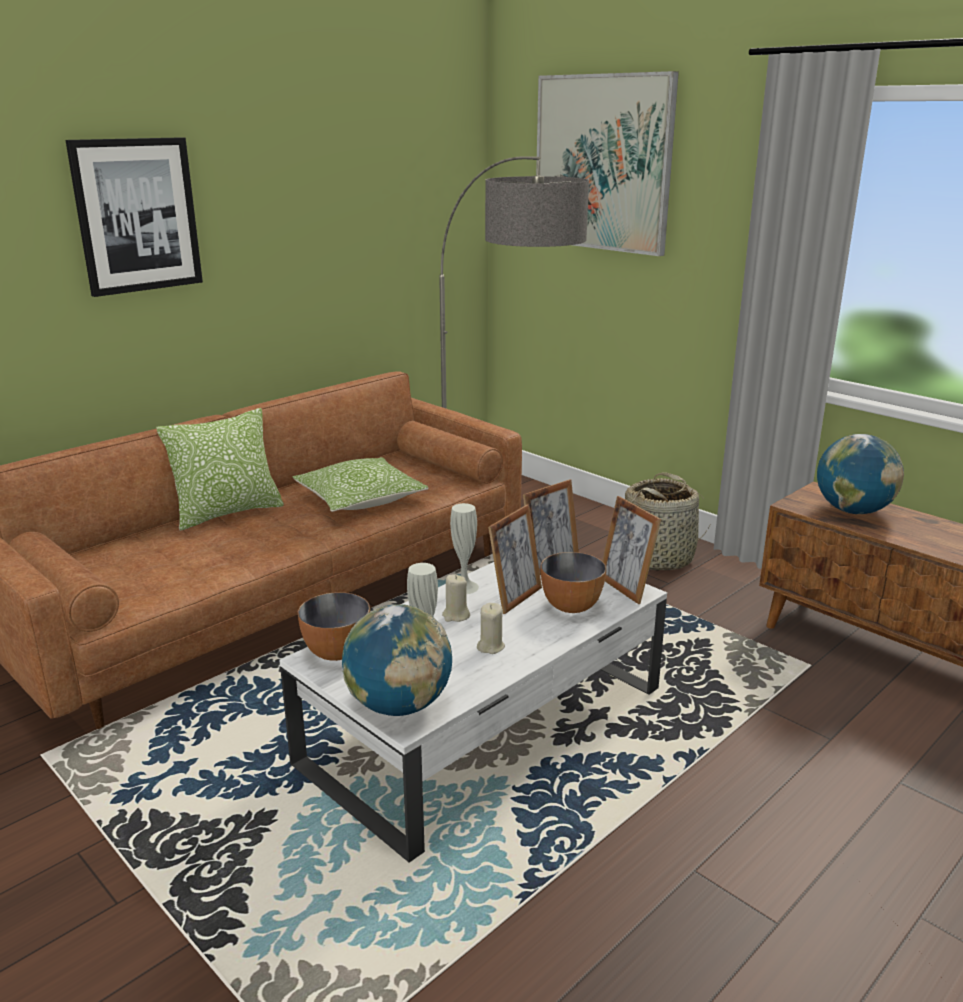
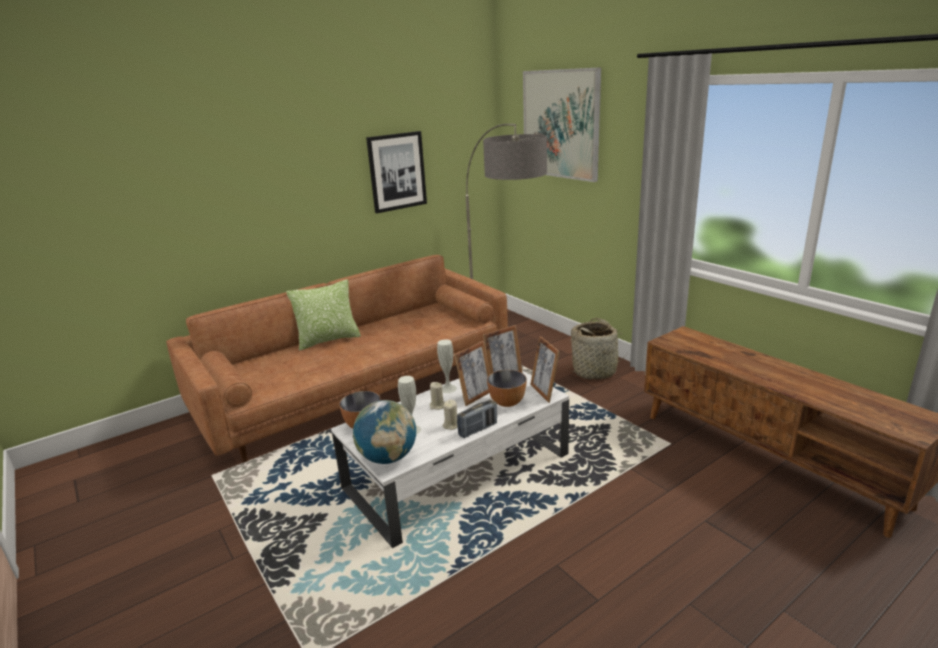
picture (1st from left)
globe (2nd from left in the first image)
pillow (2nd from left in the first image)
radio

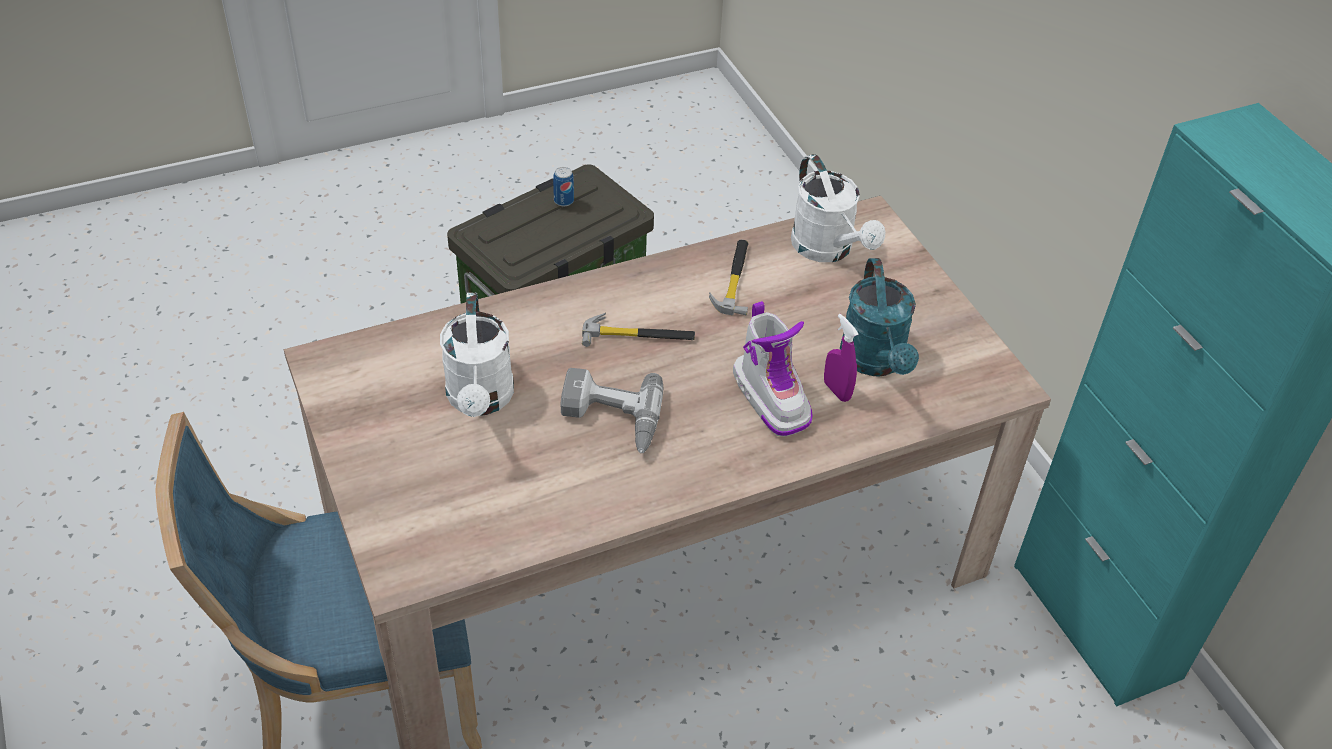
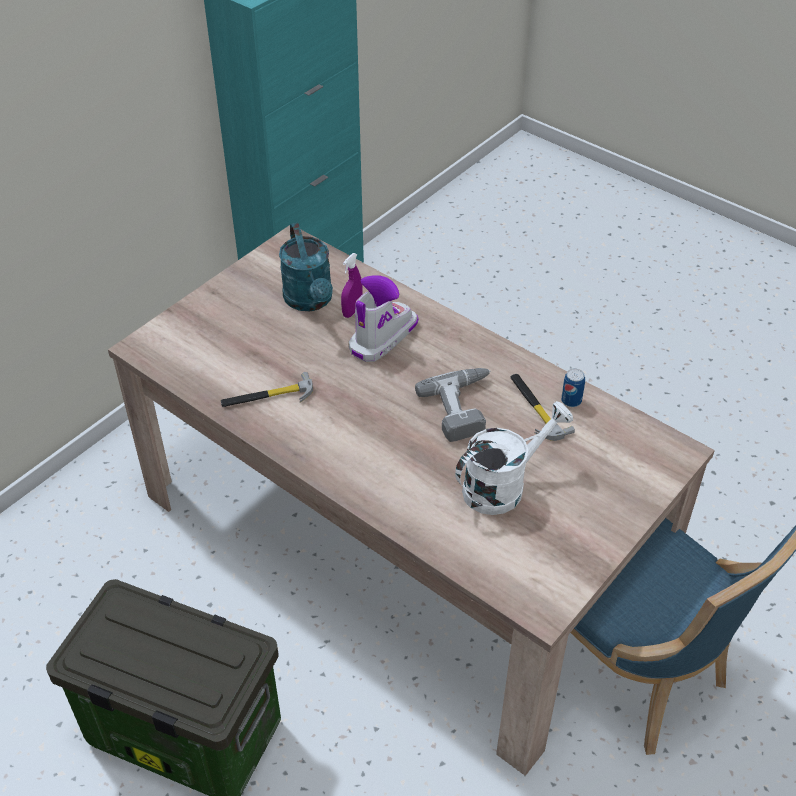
white_watering_can (2nd from left in the first image)
can
turquoise_watering_can
hammer (2nd from left)

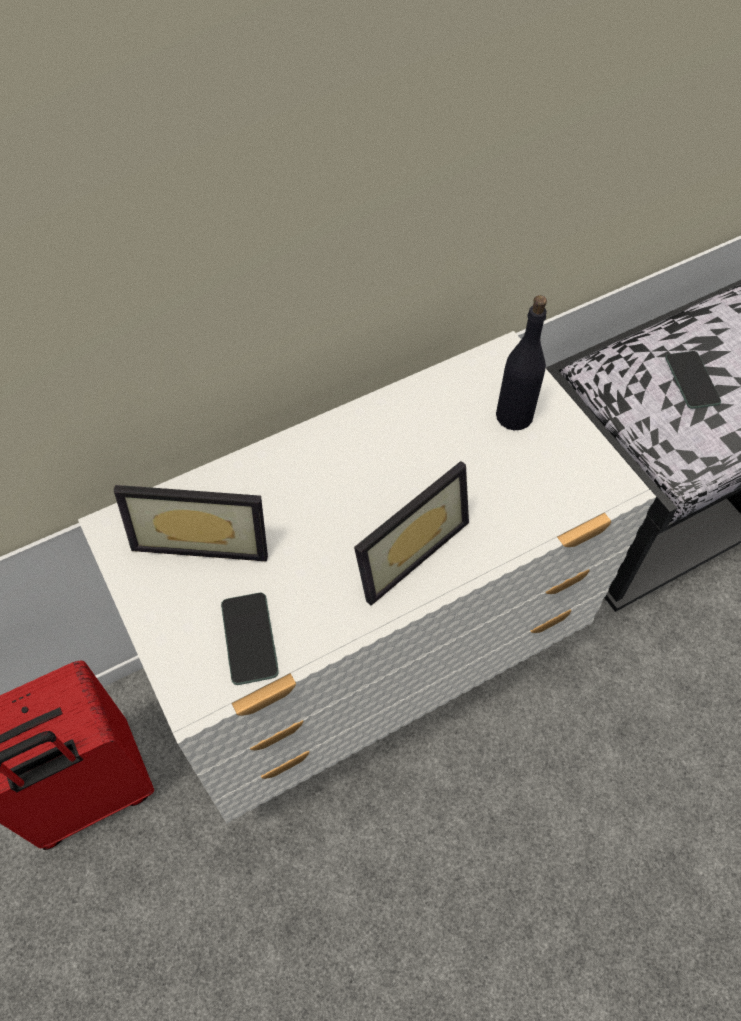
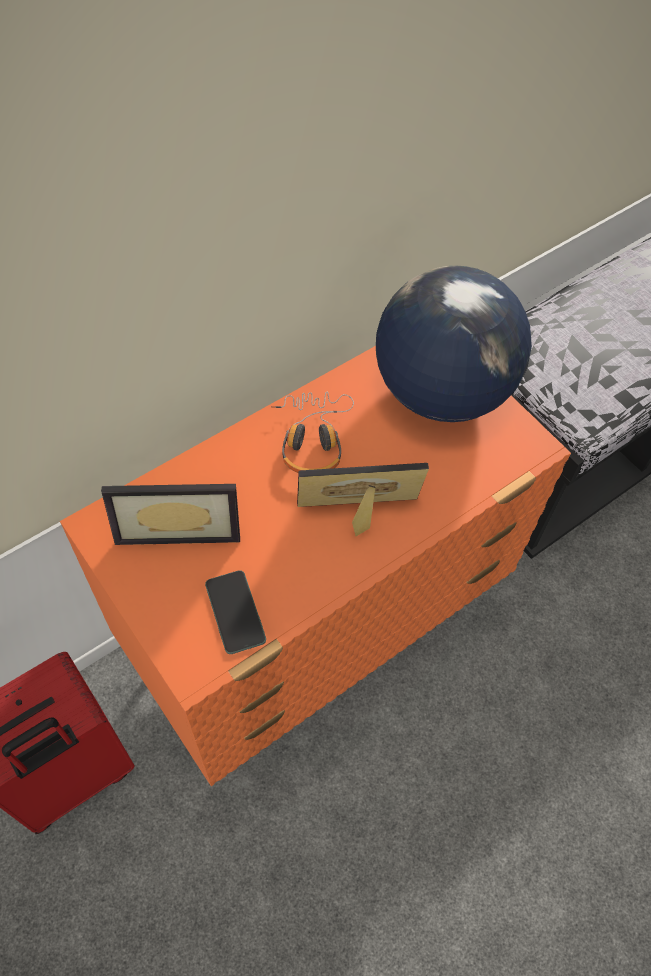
globe
orange_dresser
phone (2nd from left in the first image)
picture_frame (2nd from left)
headphones

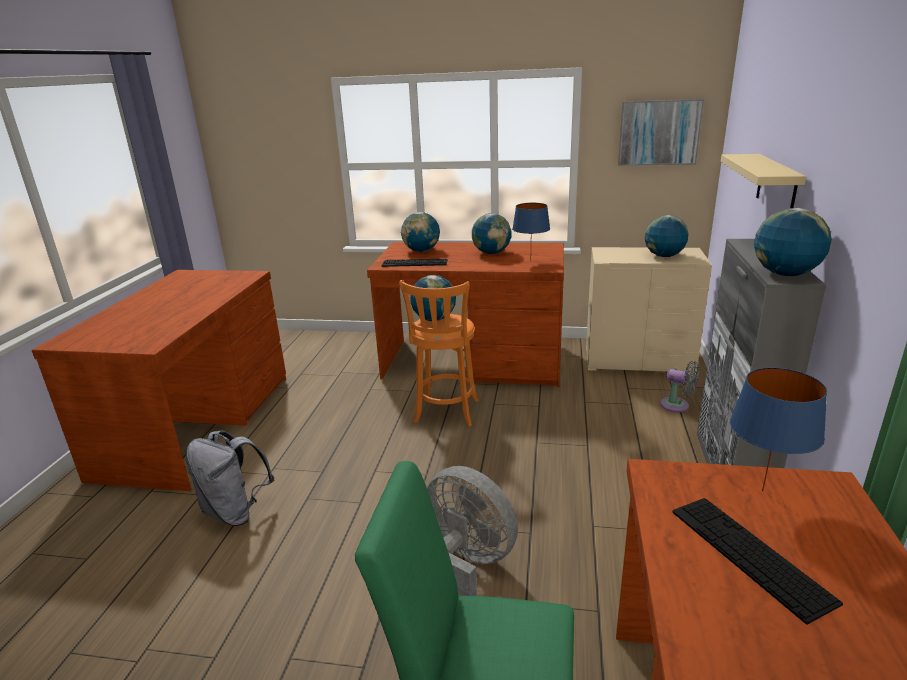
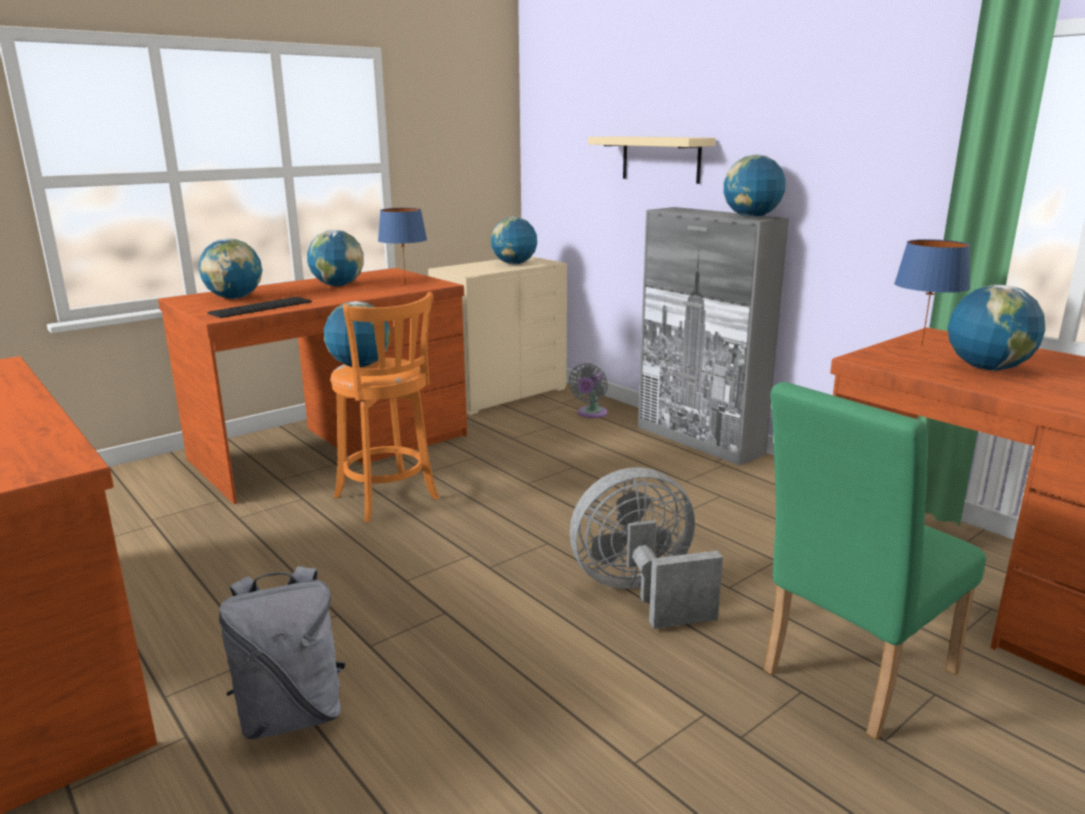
picture
grey_fan (1st from left)
globe (6th from left)

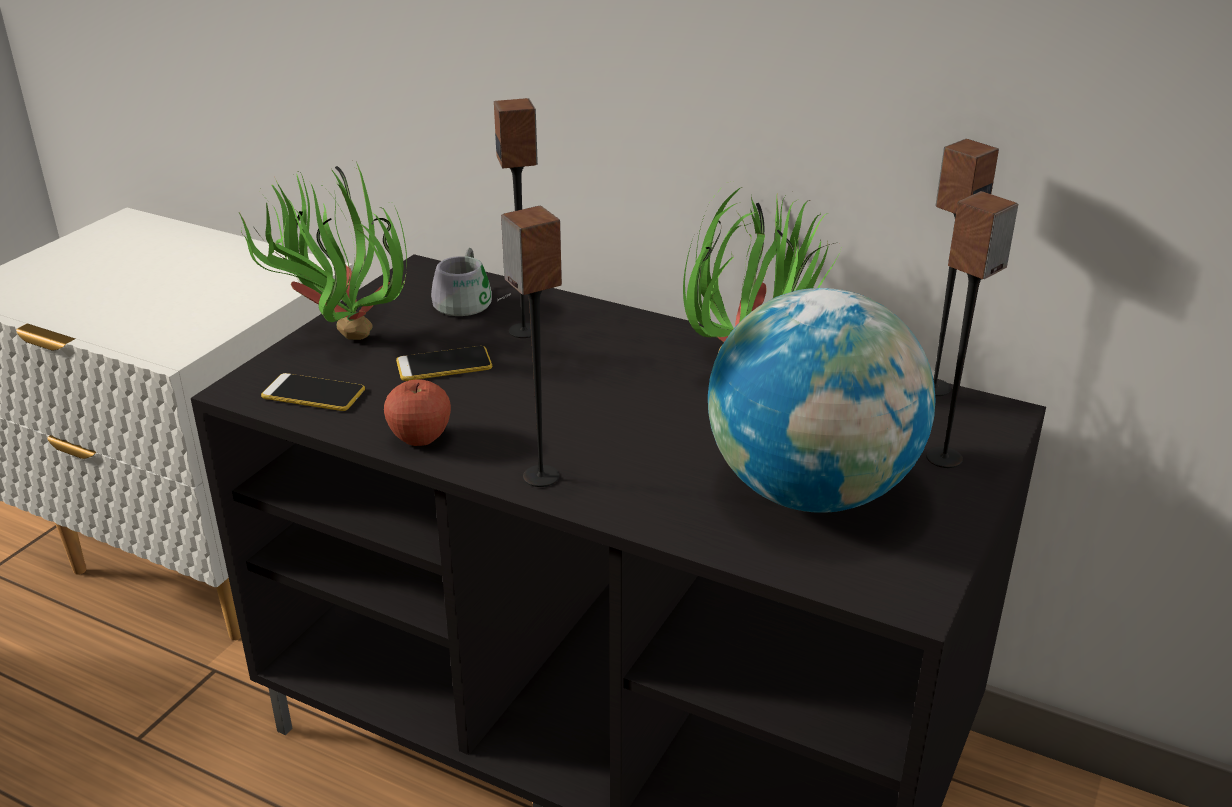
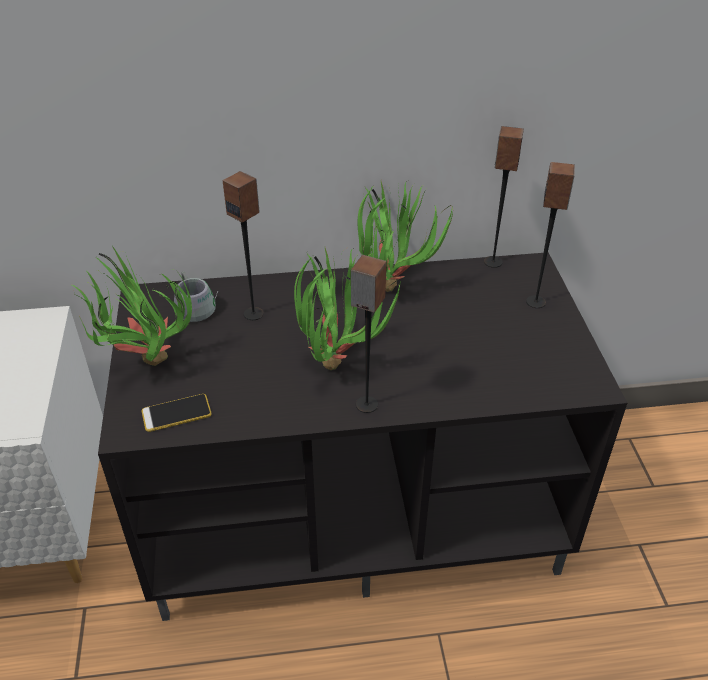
globe
phone (2nd from left in the first image)
apple
potted_plant (2nd from left)

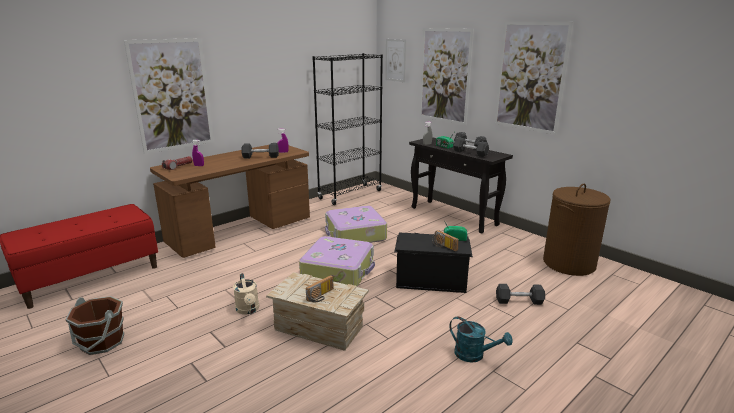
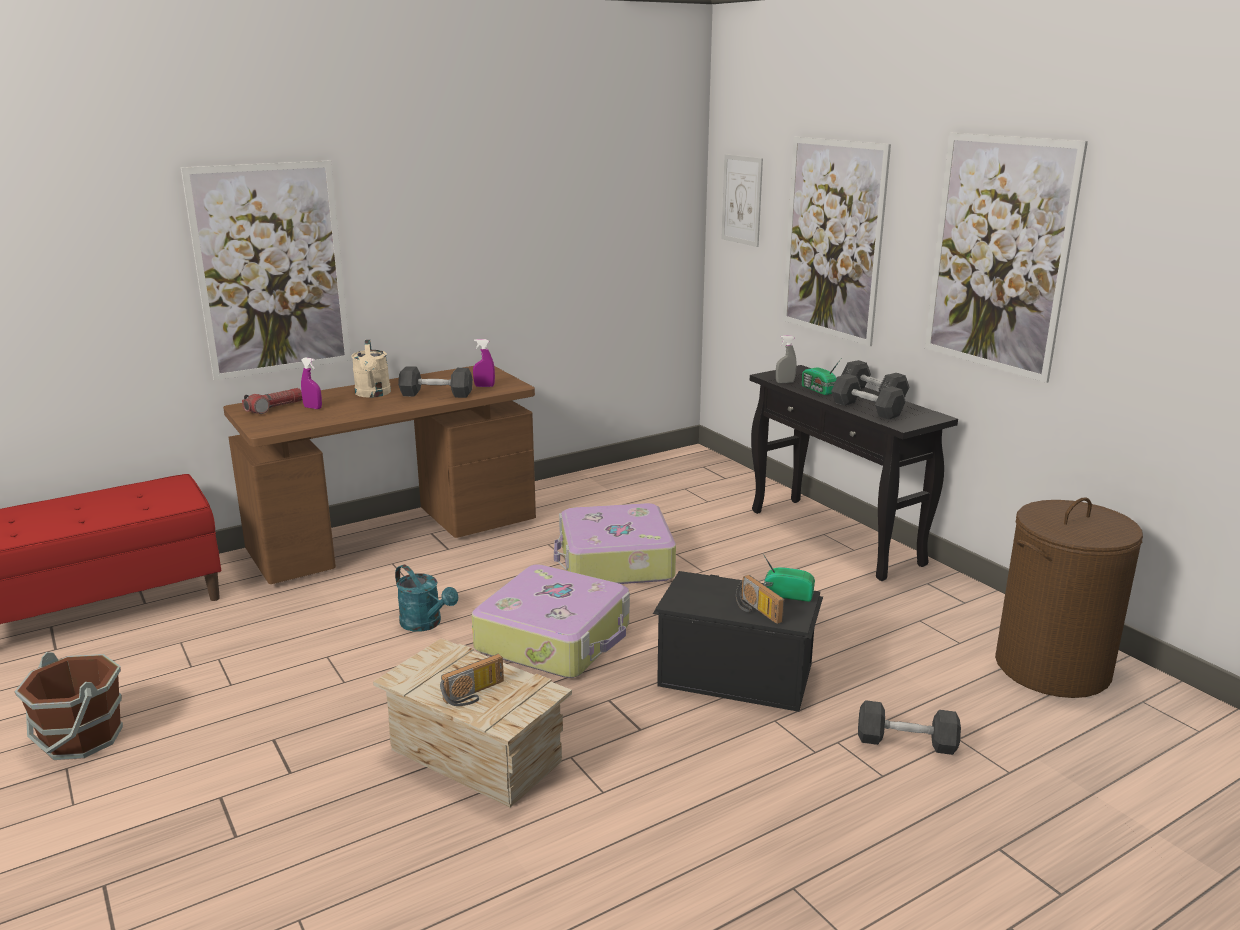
black_bookcase
beige_watering_can
turquoise_watering_can

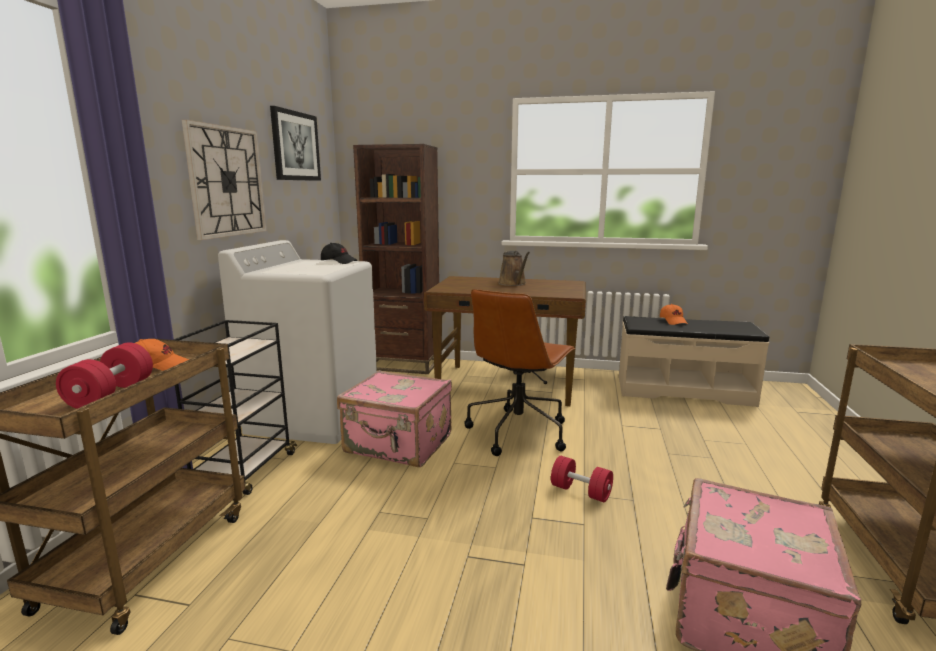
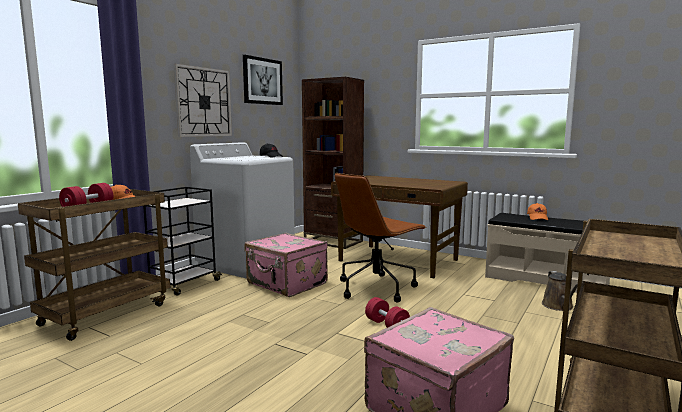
brown_watering_can

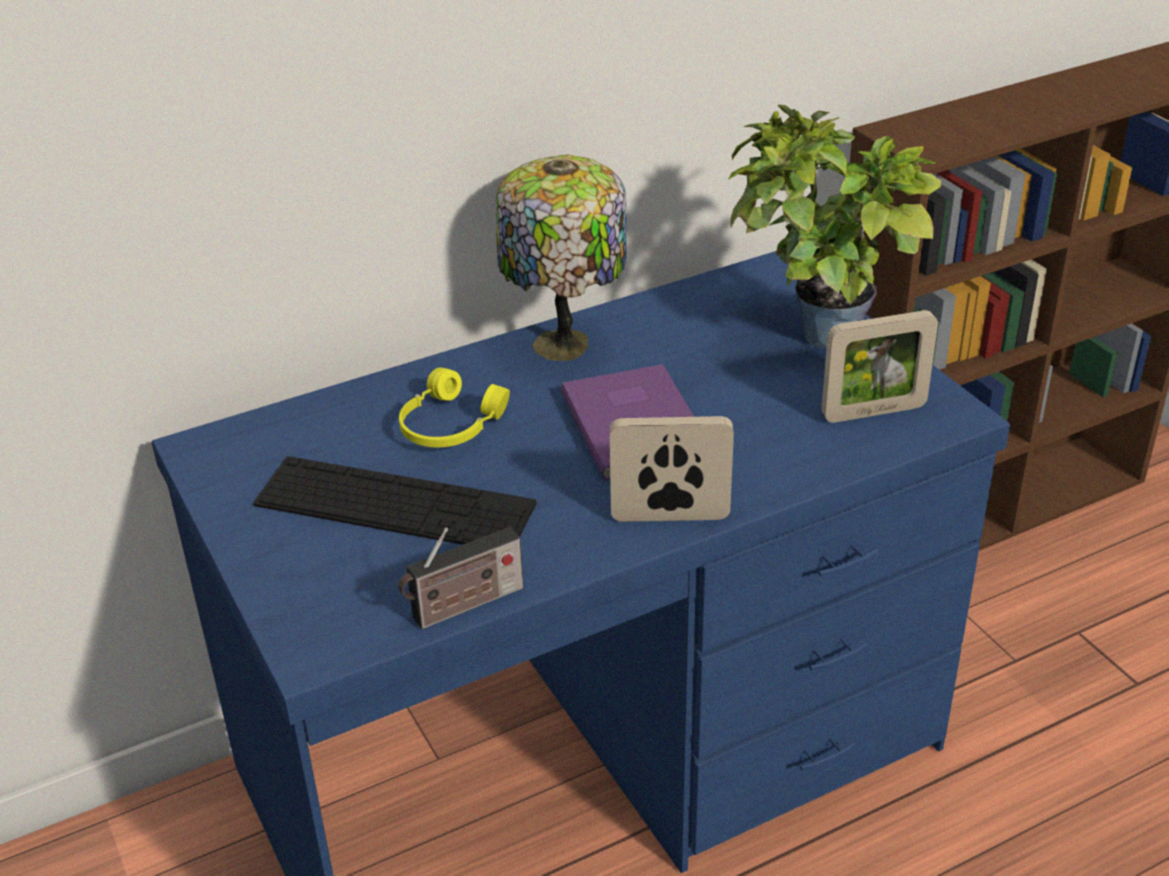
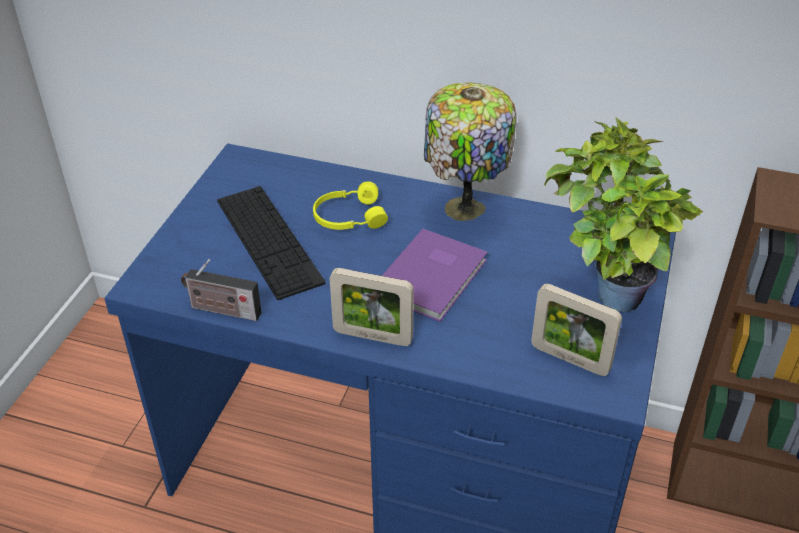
picture_frame (1st from left)

